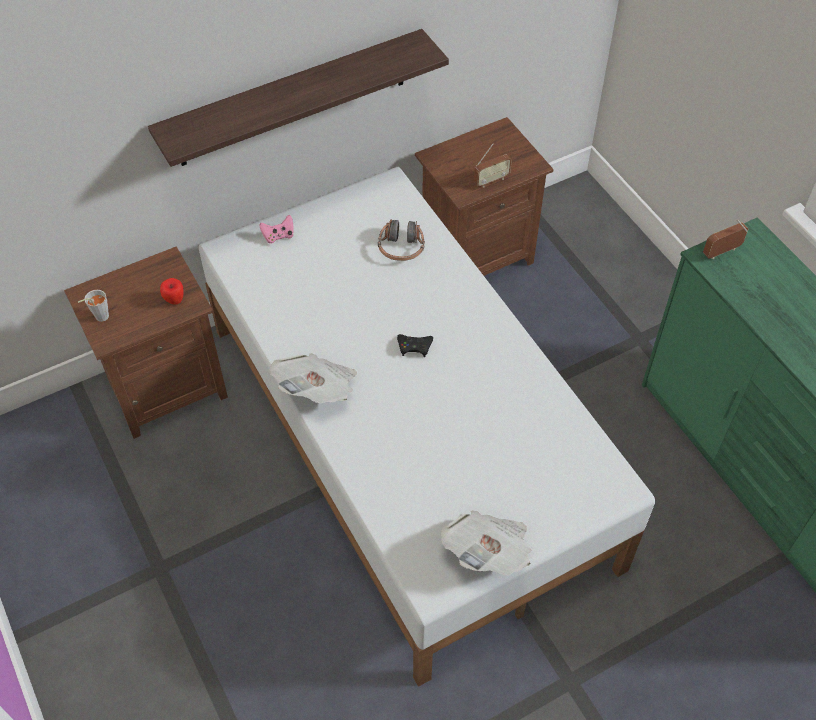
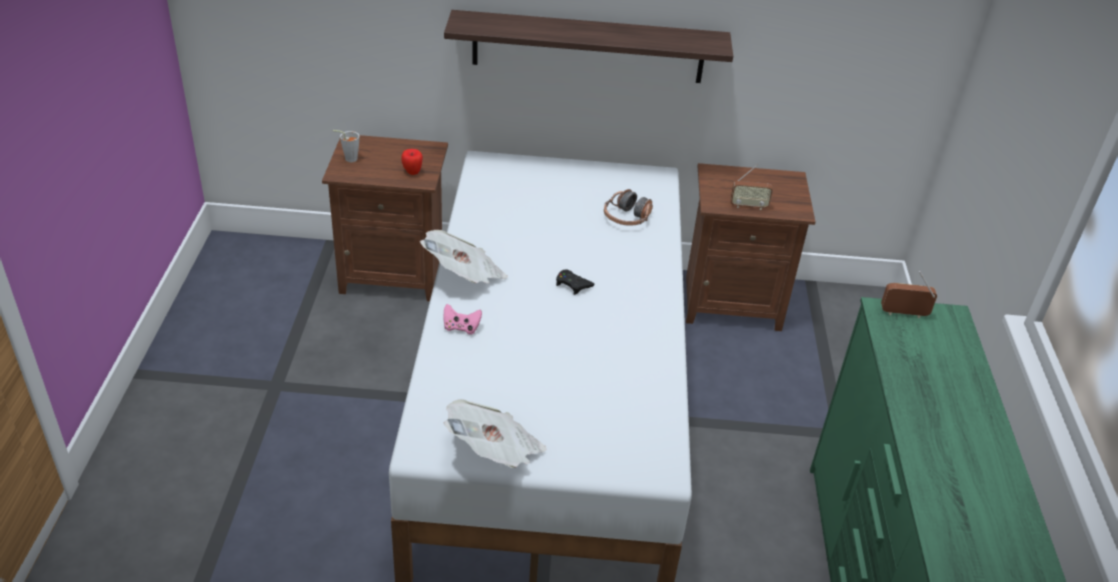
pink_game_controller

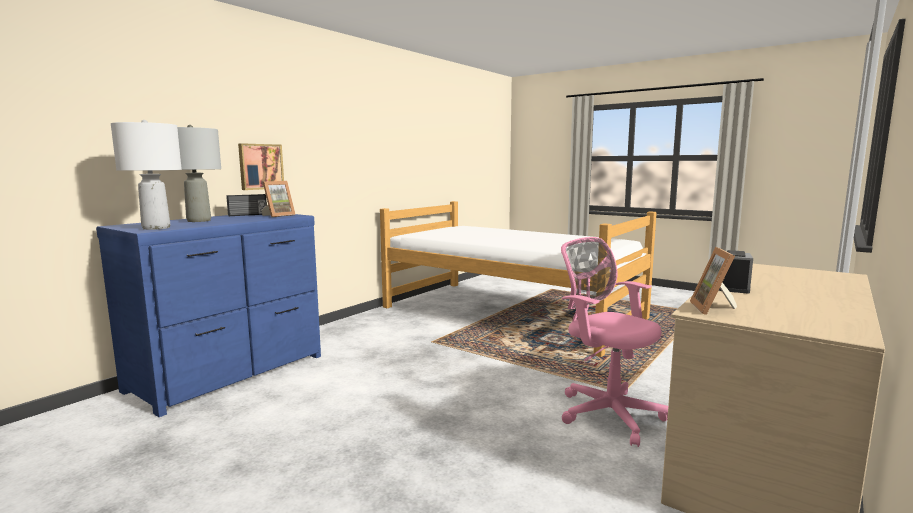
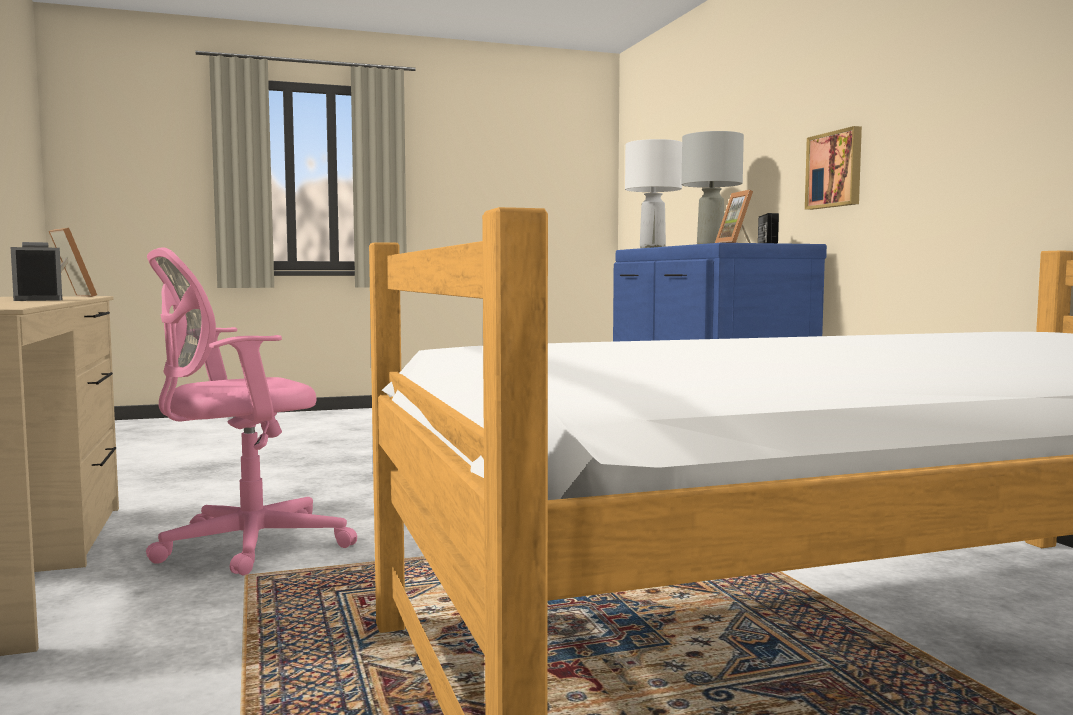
pink_office_chair

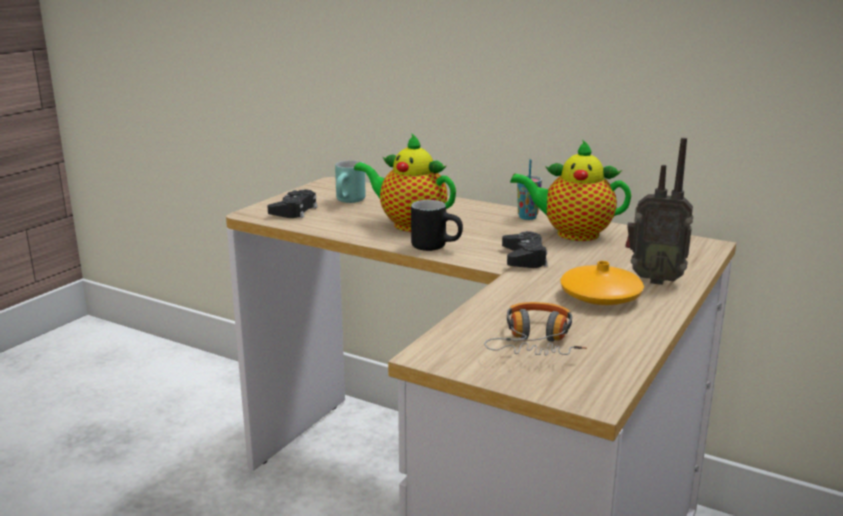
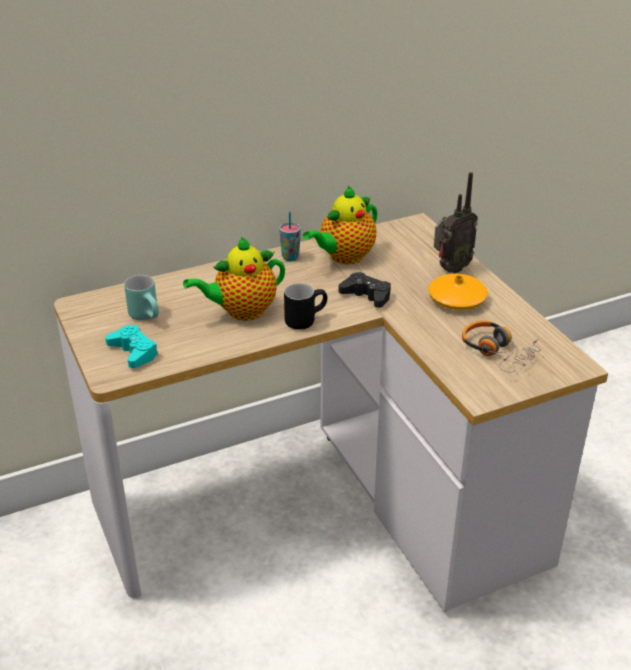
turquoise_game_controller

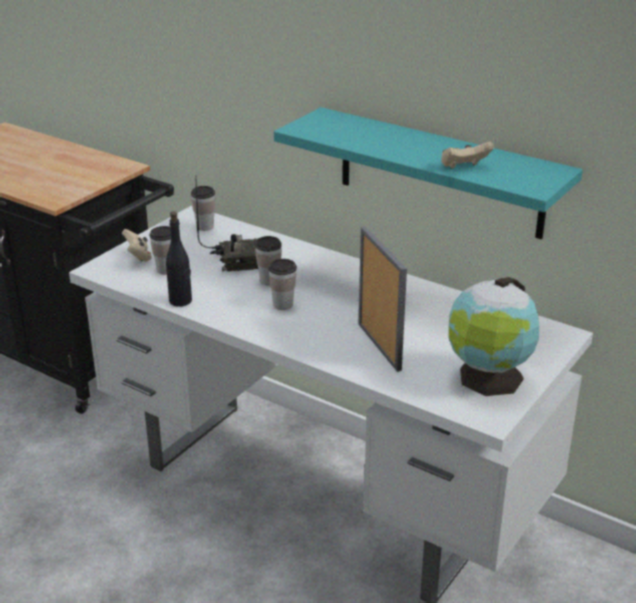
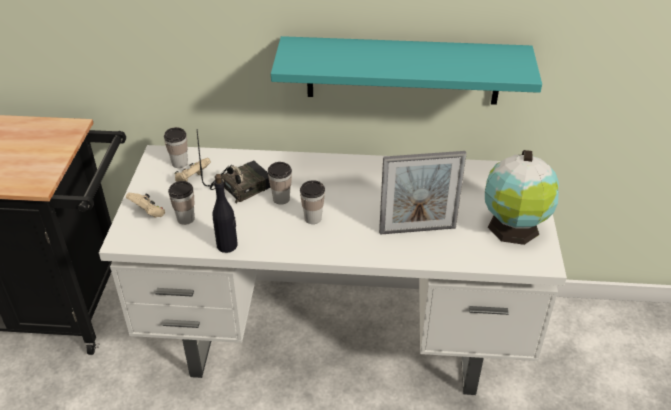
beige_game_controller (2nd from left)
picture_frame

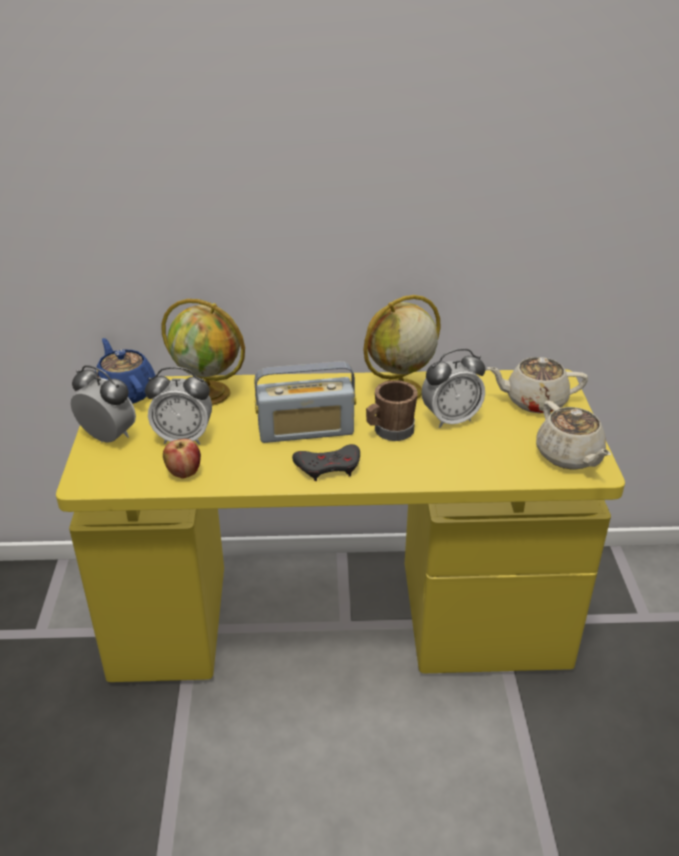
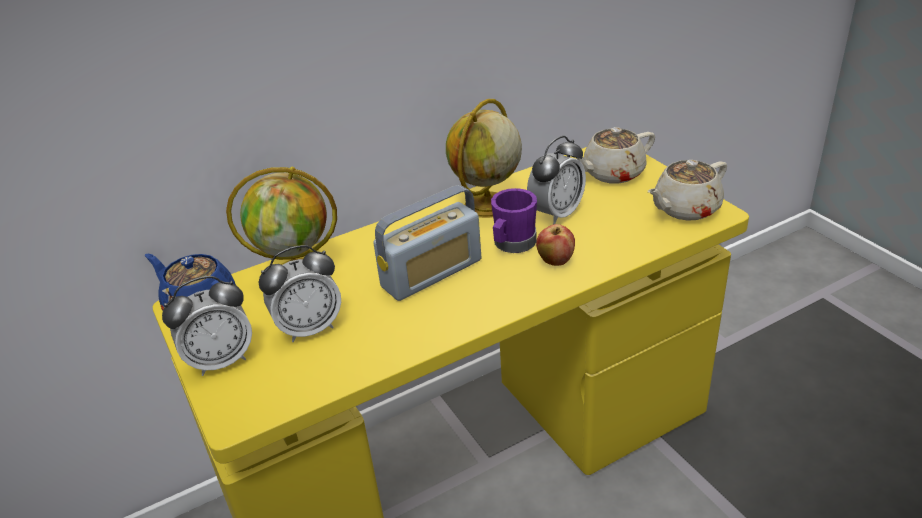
alarm_clock (1st from left)
purple_mug
beige_teapot (2nd from left)
apple
grey_game_controller

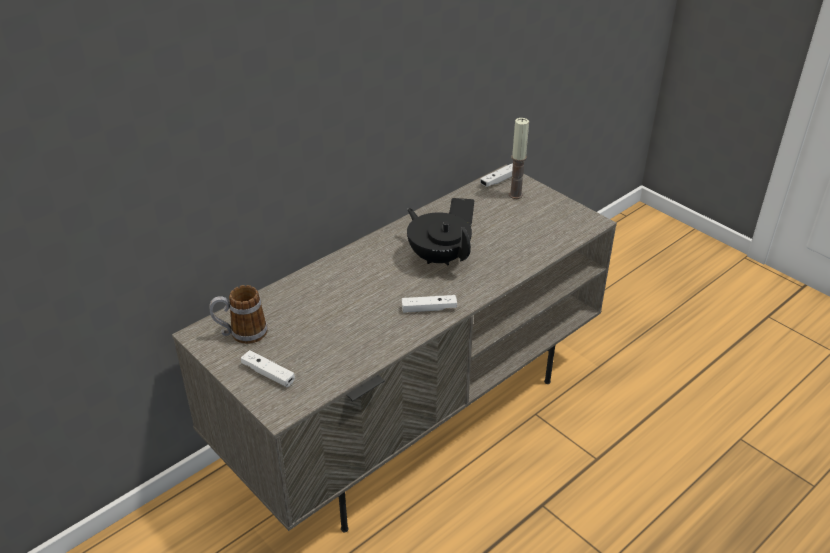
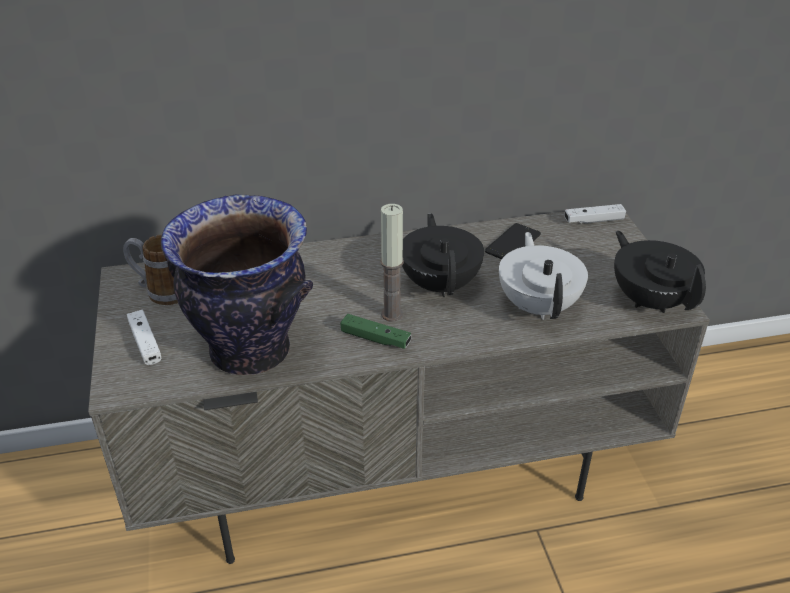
candle
green_game_controller
vase
black_teapot (2nd from left)
white_teapot

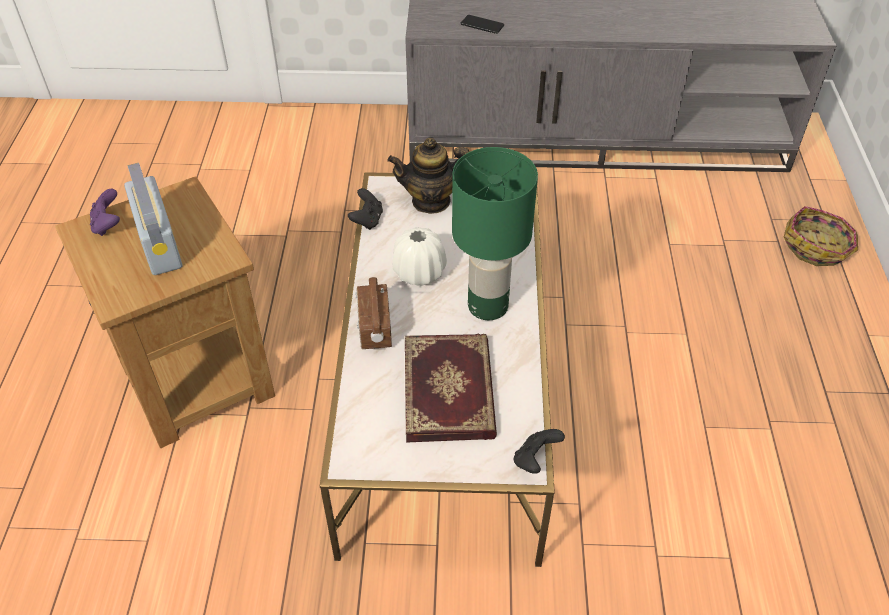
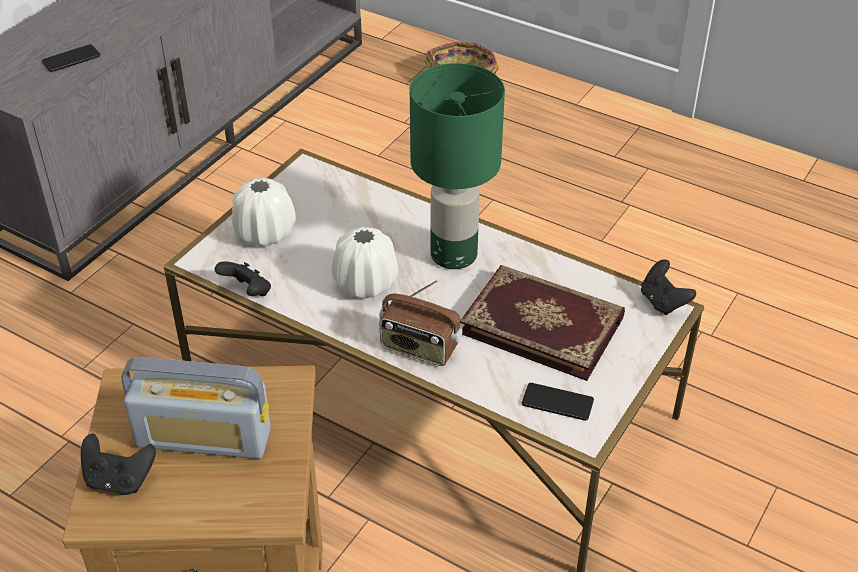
white_vase (1st from left)
black_game_controller (1st from left)
phone (2nd from left)

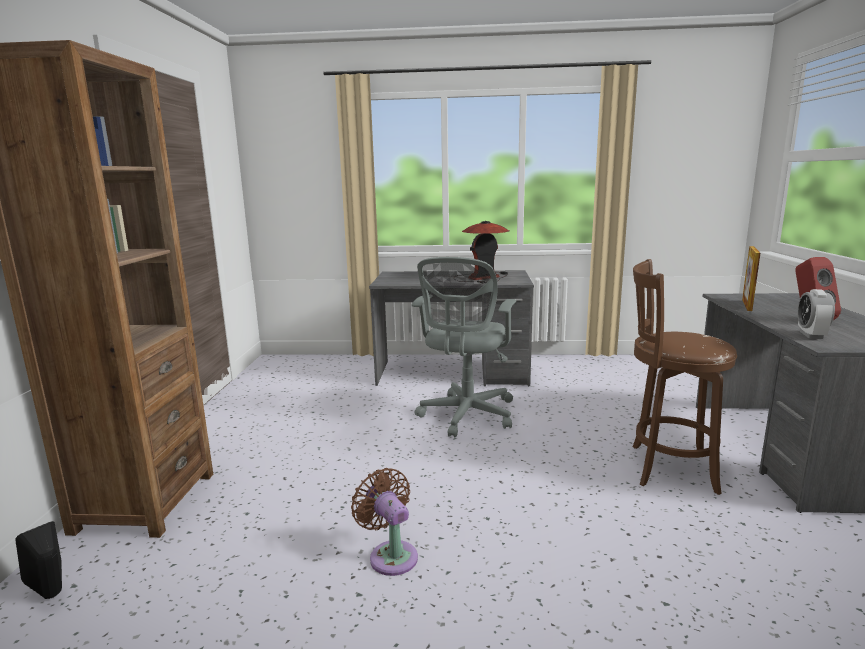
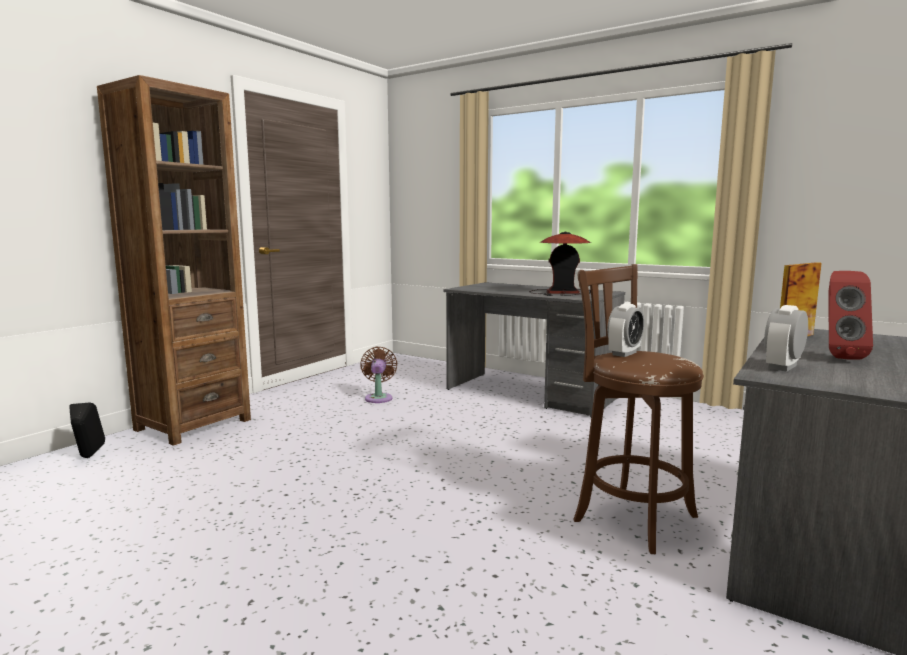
grey_office_chair
brown_fan
alarm_clock (1st from left)

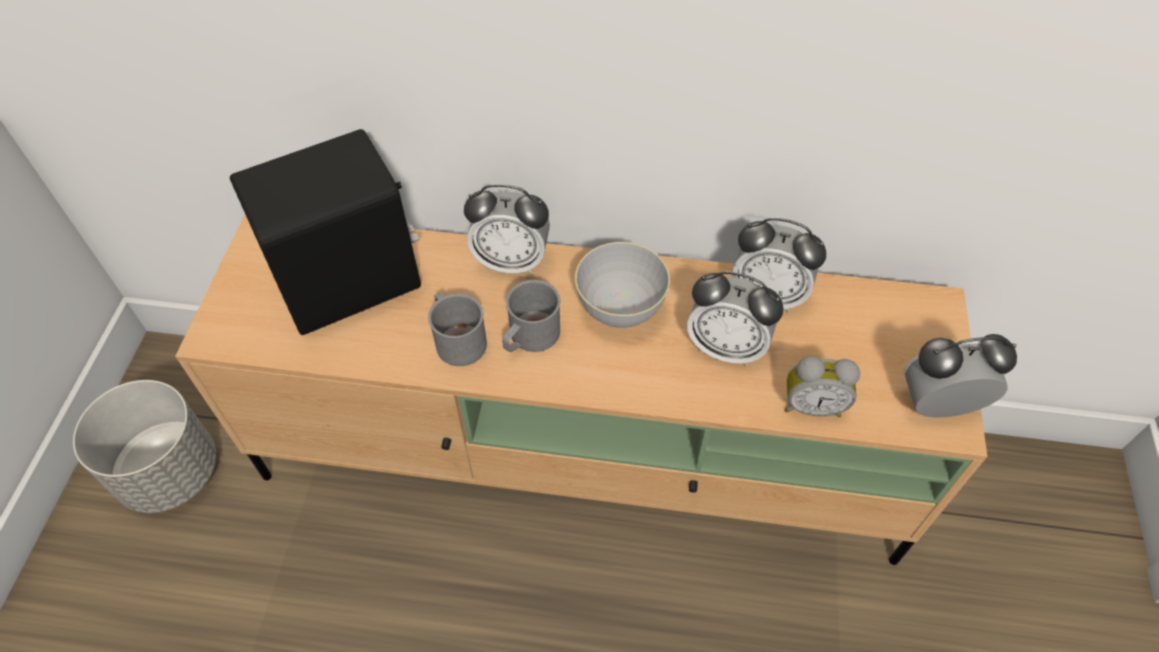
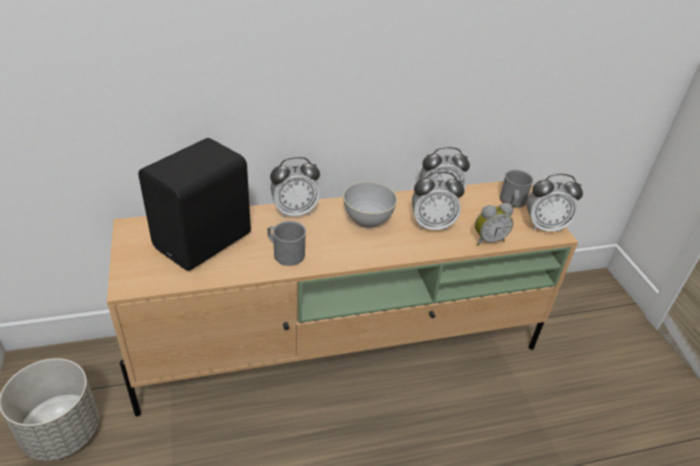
grey_mug (2nd from left)
alarm_clock (5th from left)

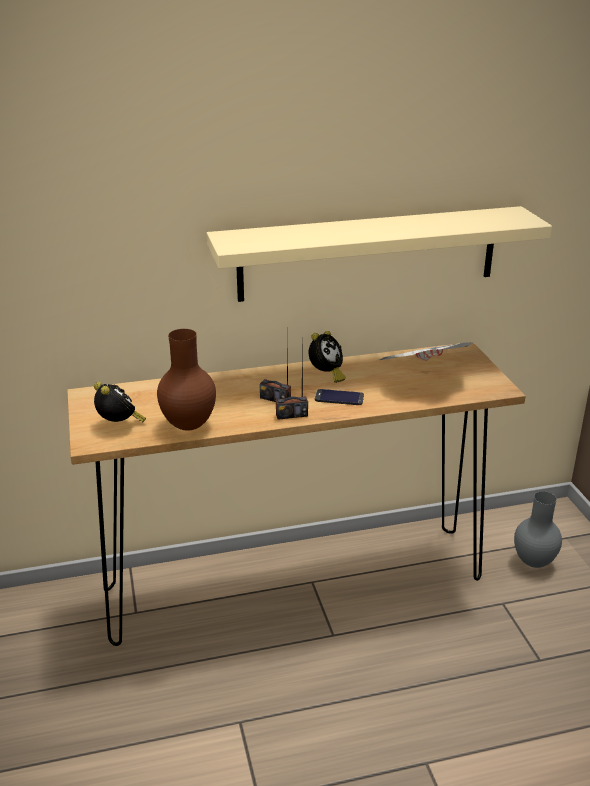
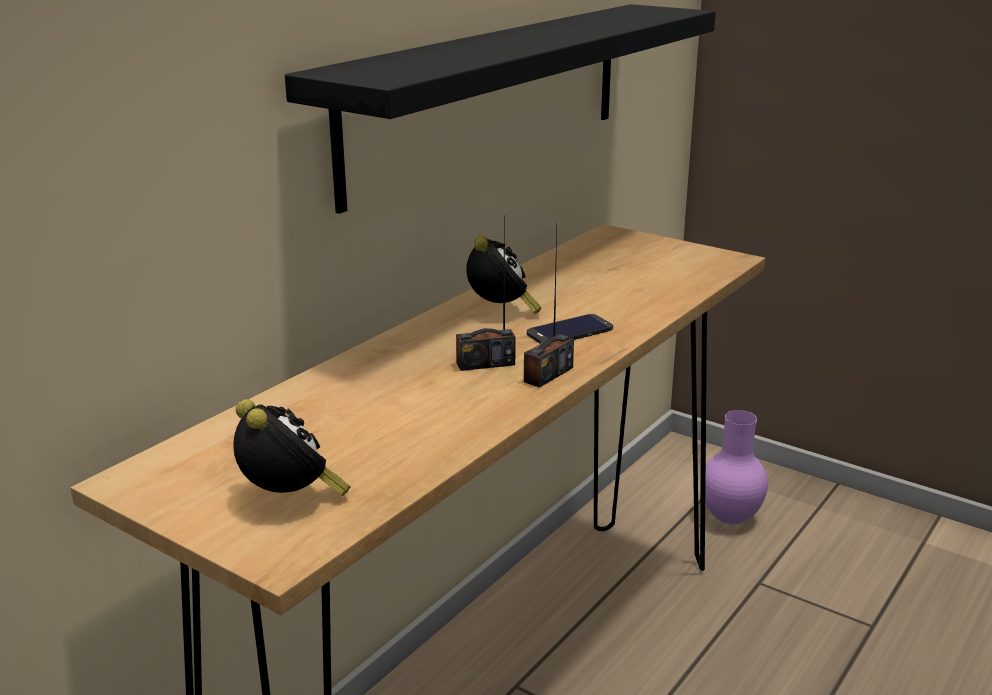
black_shelf
brown_vase
newspaper
alarm_clock (1st from left)
purple_vase

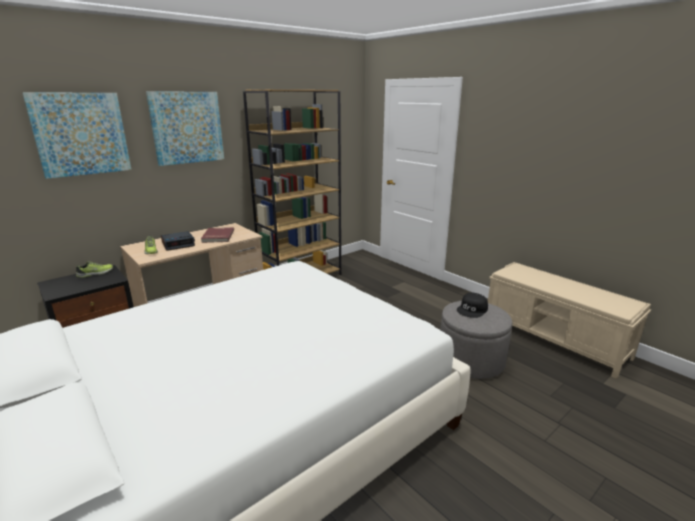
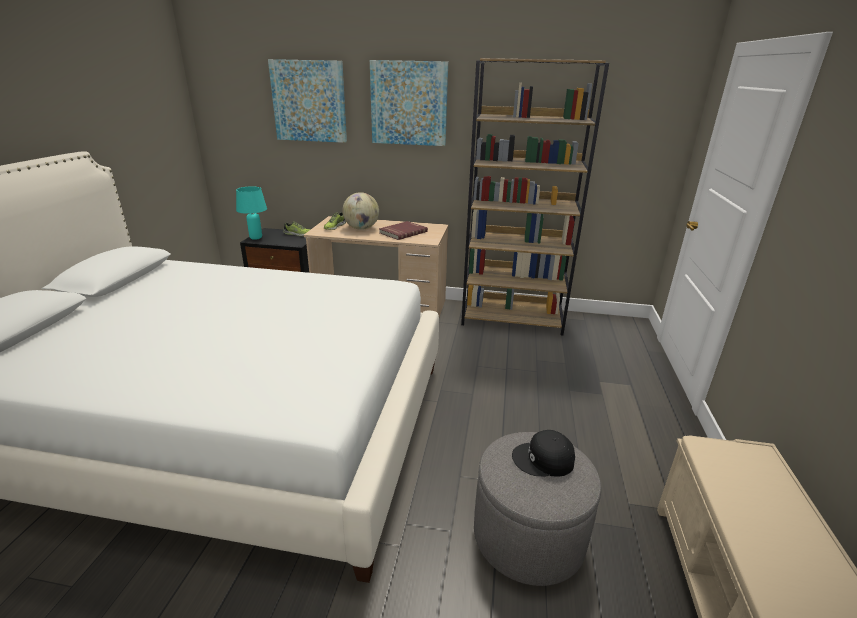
globe
turquoise_table_lamp

